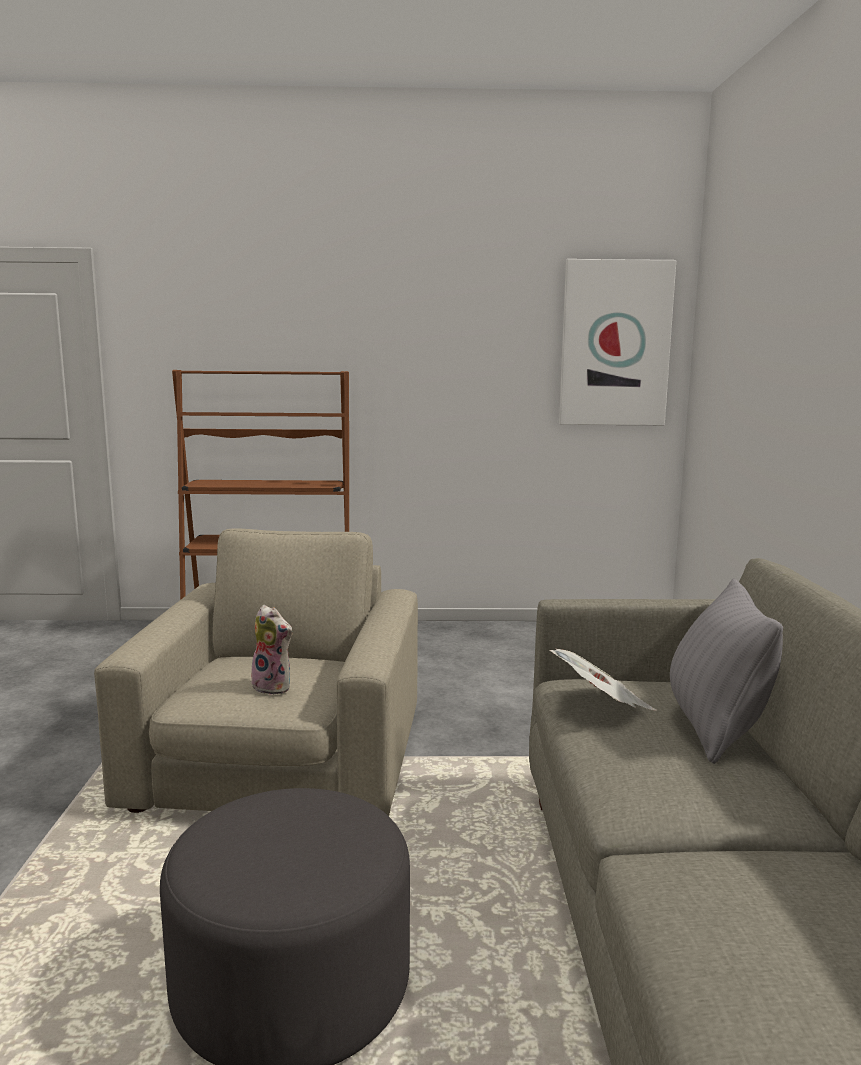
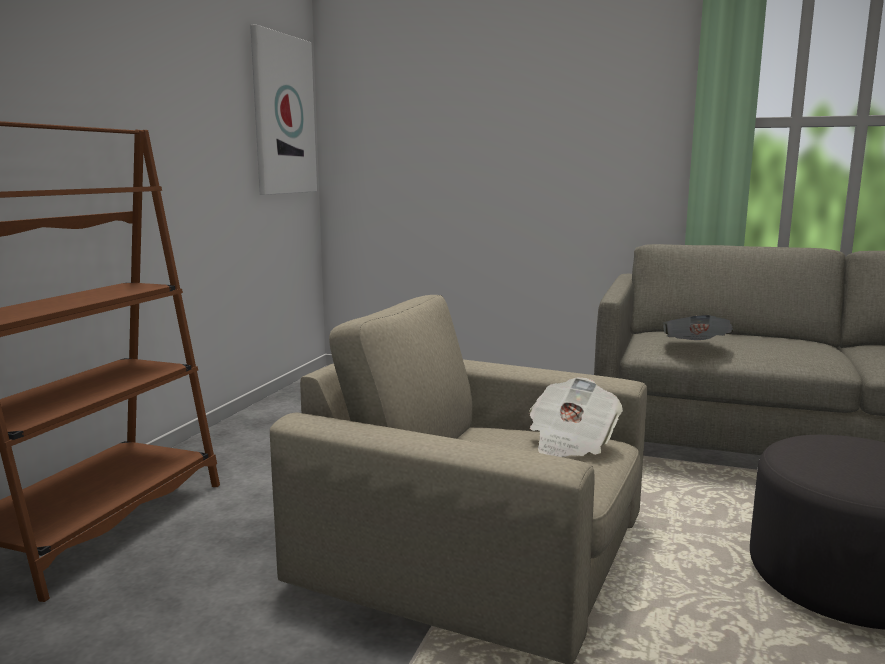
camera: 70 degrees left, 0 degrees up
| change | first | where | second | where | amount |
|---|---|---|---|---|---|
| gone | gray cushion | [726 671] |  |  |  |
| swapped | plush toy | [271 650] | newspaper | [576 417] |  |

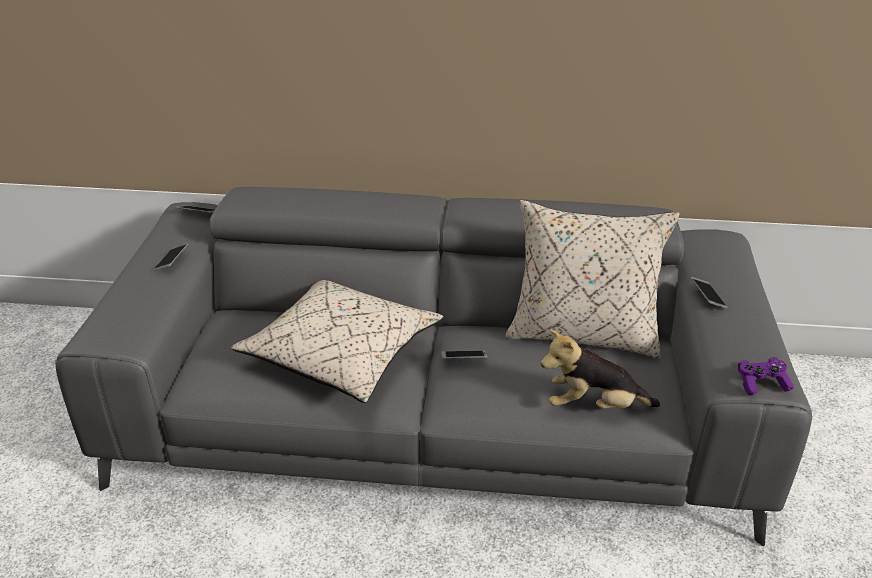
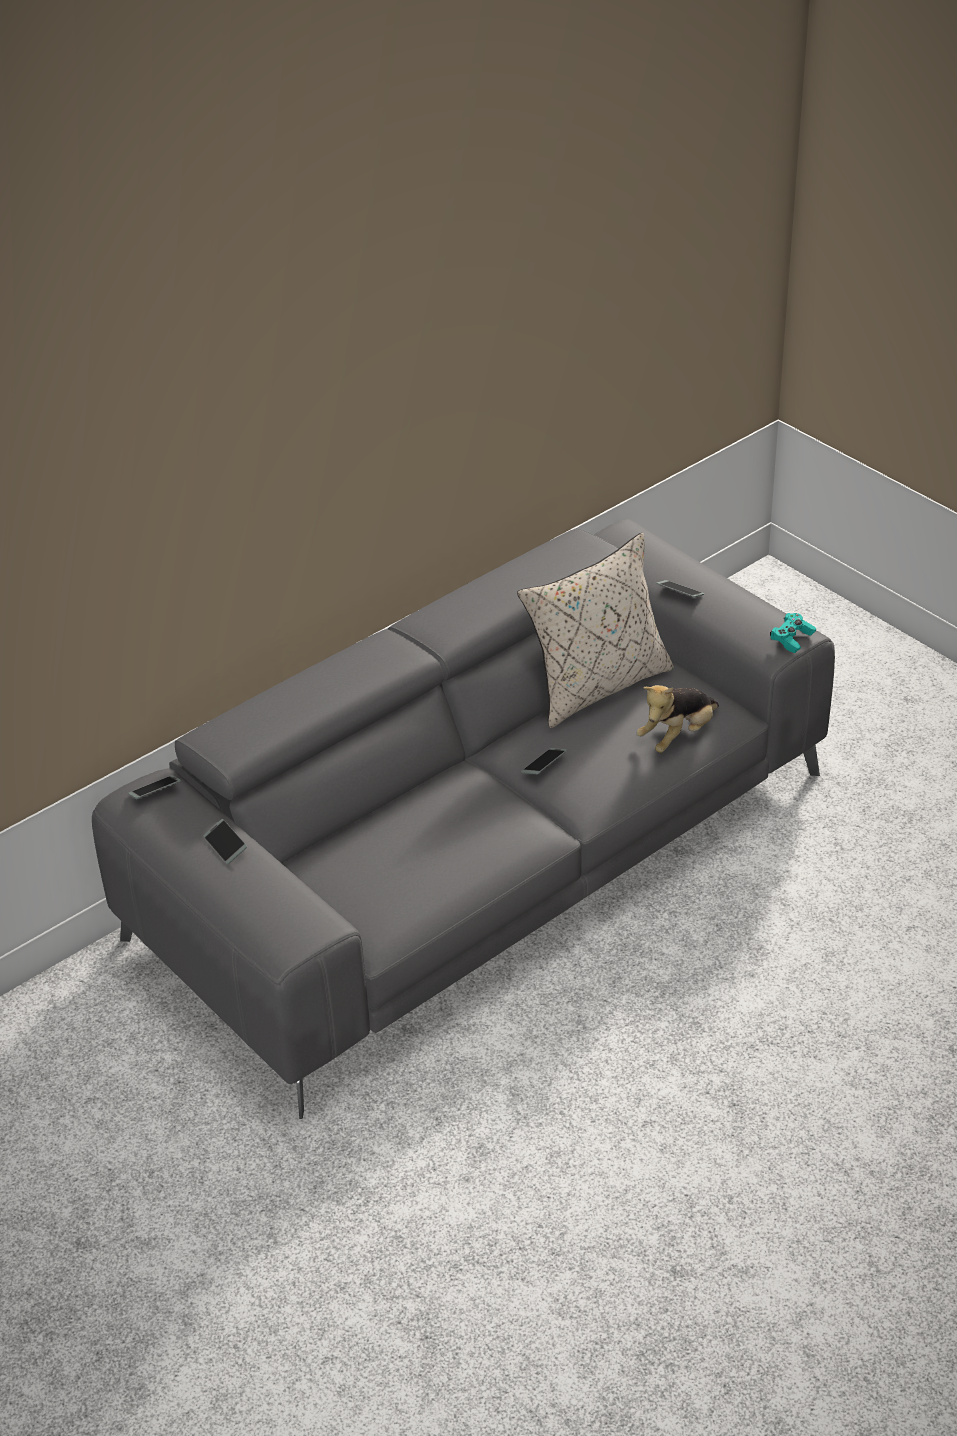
camera: 45 degrees left, 5 degrees up
| change | first | where | second | where | amount |
|---|---|---|---|---|---|
| gone | beige-coloured cushion | [337 341] |  |  |  |
| repainted | purplish gamepad | [766 376] | blue-green gamepad | [793 633] |  |

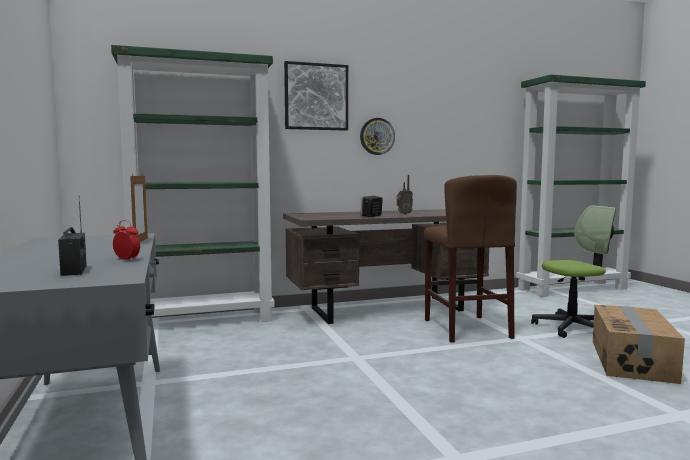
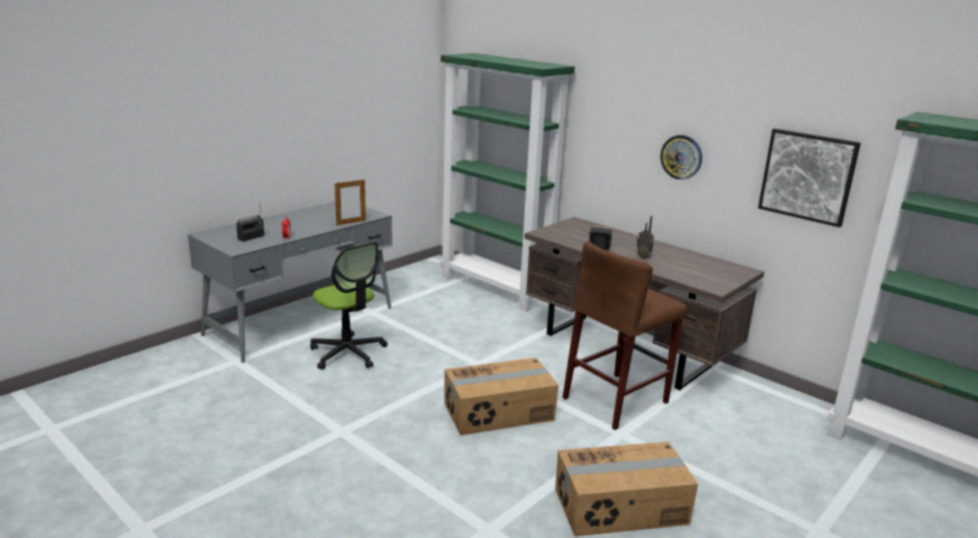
camera: 60 degrees right, 15 degrees up
| change | first | where | second | where | amount |
|---|---|---|---|---|---|
| new |  |  | carton | [501 396] |  |
| shifted | wall art | [316 96] |  | [809 178] |  |
| shifted | desk chair | [573 271] |  | [349 306] |  |

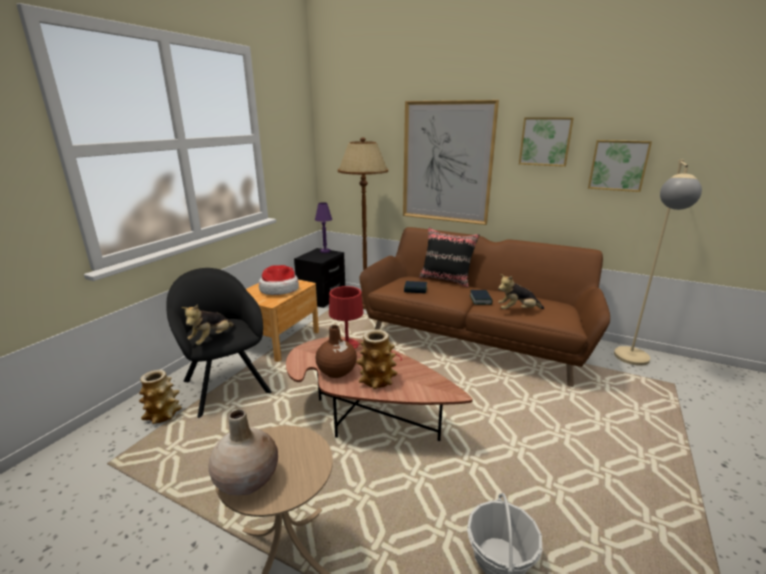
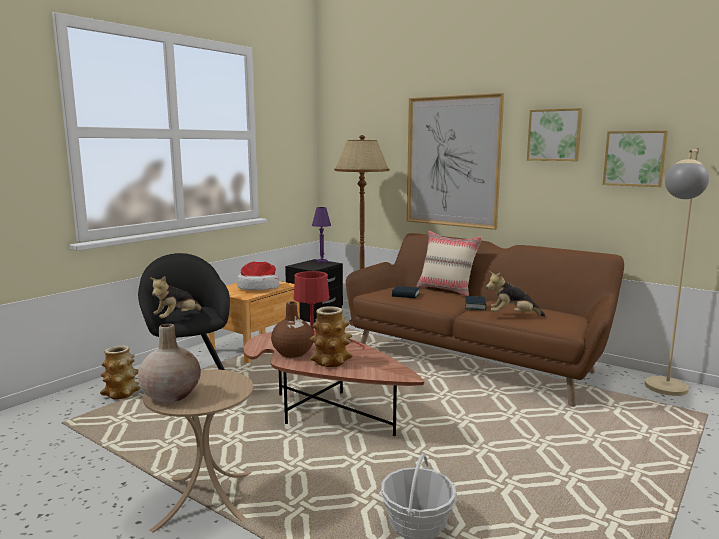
camera: 10 degrees right, 10 degrees down
| change | first | where | second | where | amount |
|---|---|---|---|---|---|
| repainted | blackish cushion | [449 257] | beige-coloured cushion | [449 263] |  |

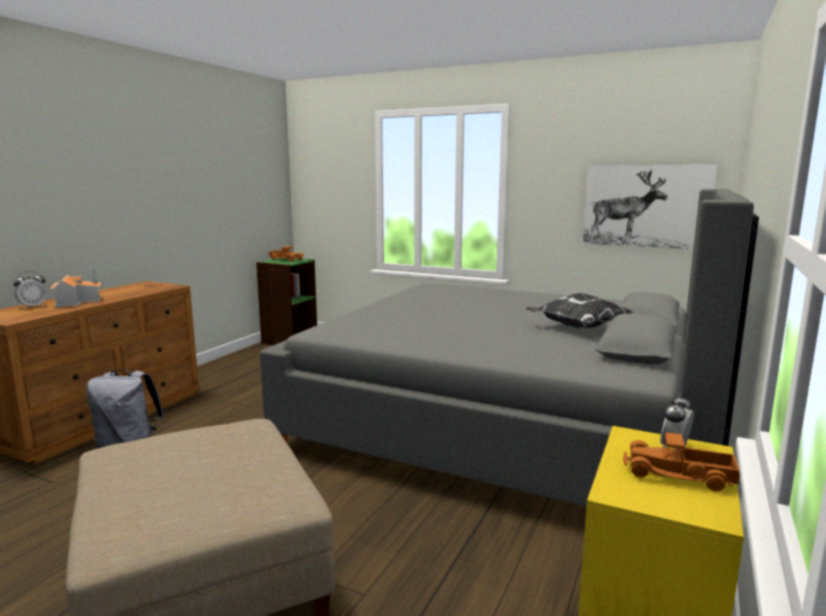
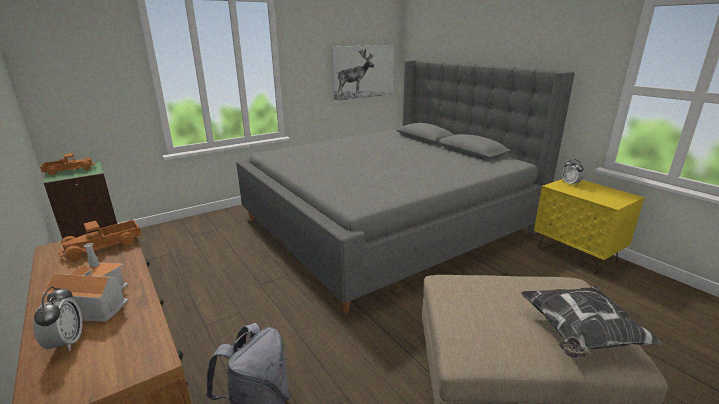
camera: 60 degrees left, 10 degrees up
| change | first | where | second | where | amount |
|---|---|---|---|---|---|
| shifted | cushion | [579 310] |  | [592 322] |  |
| shifted | model truck | [681 461] |  | [99 240] |  |

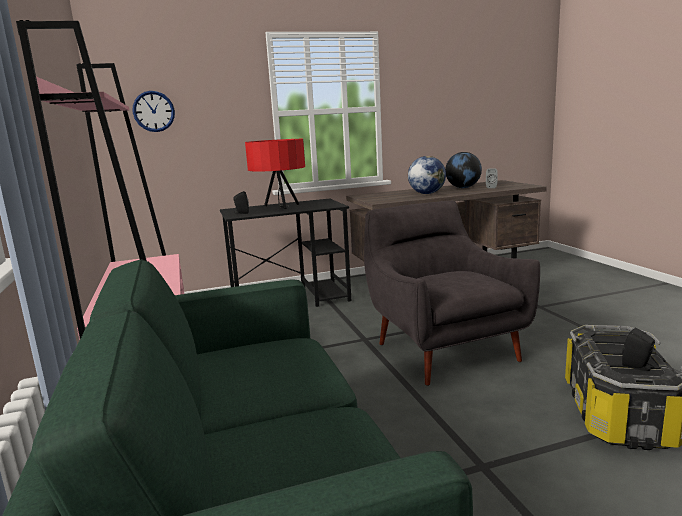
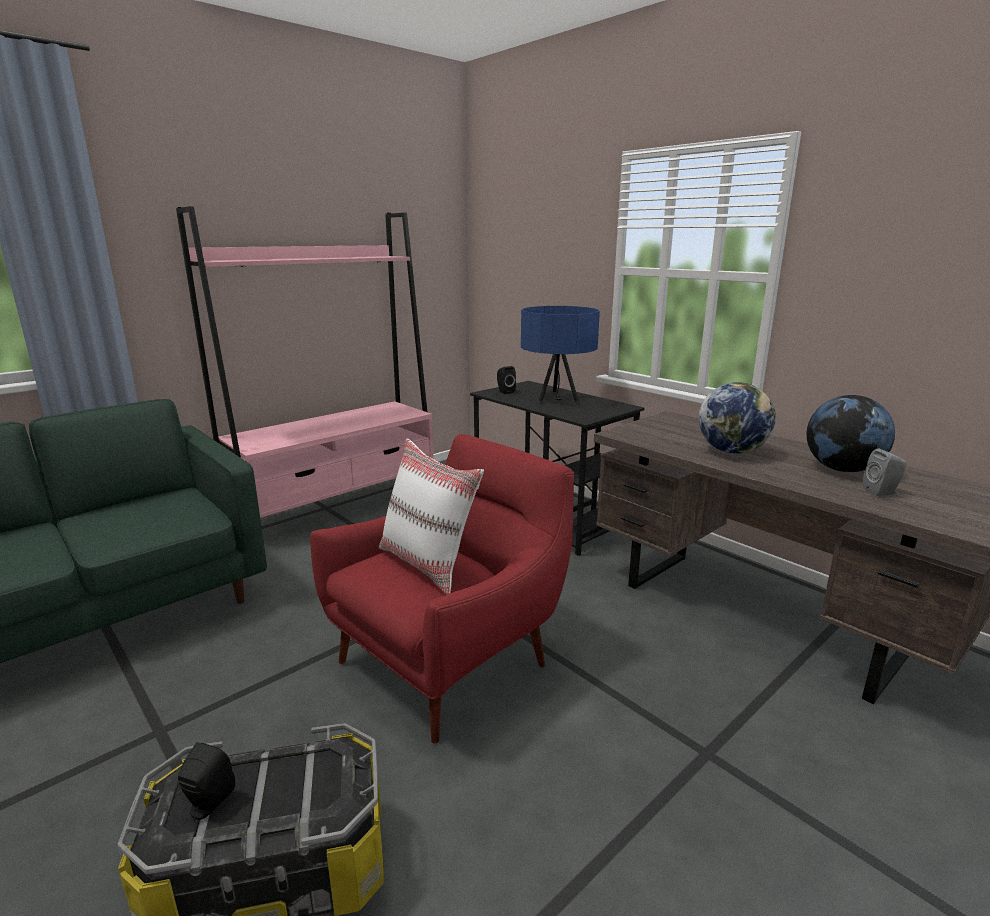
camera: 65 degrees right, 5 degrees up
| change | first | where | second | where | amount |
|---|---|---|---|---|---|
| gone | hanging clock | [154 111] |  |  |  |
| new |  |  | white cushion | [431 517] |  |
| repainted | reddish tabletop lamp | [275 174] | blue tabletop lamp | [560 354] |  |
| repainted | gray easy chair | [452 293] | reddish easy chair | [442 588] |  |

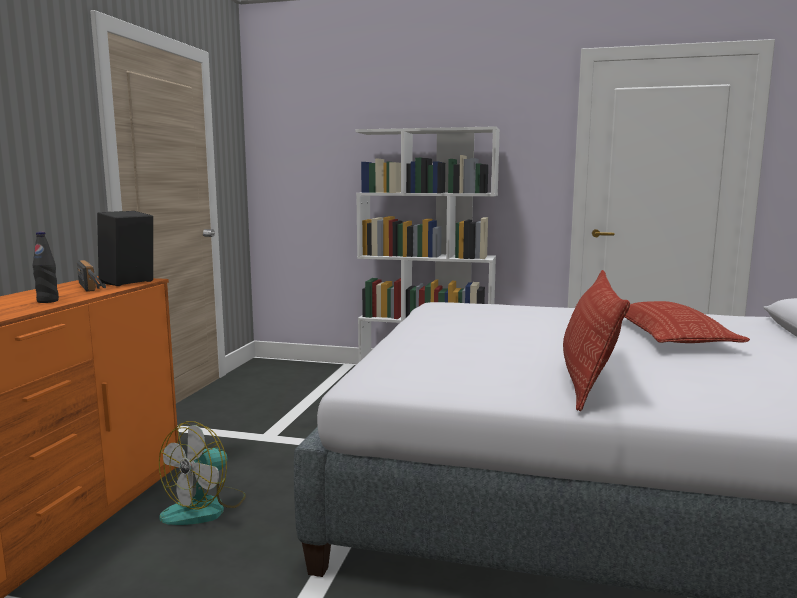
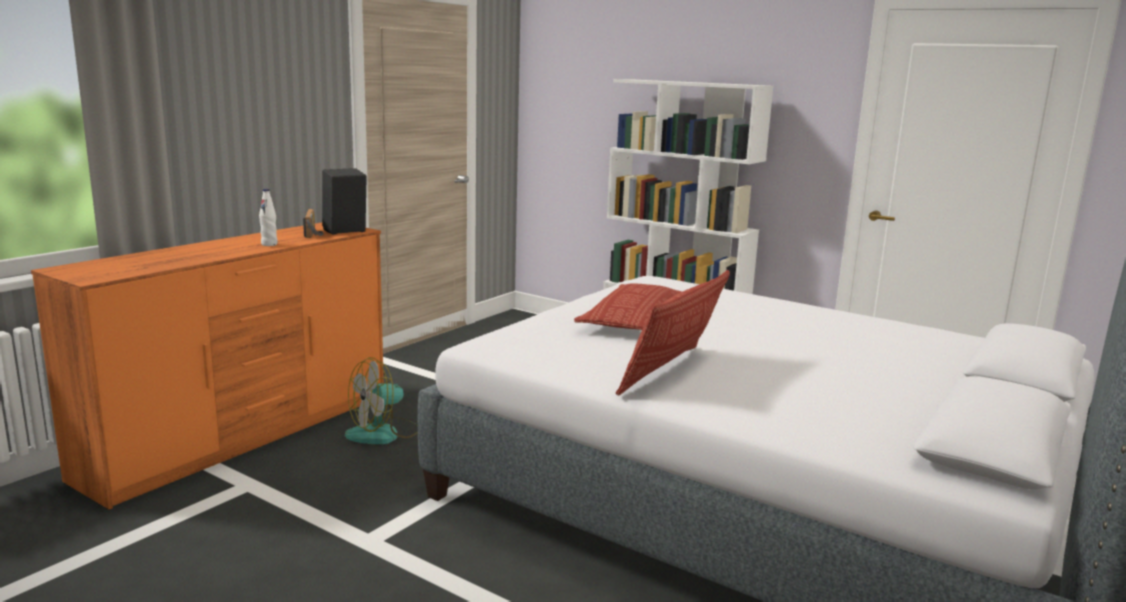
camera: 20 degrees right, 5 degrees up
| change | first | where | second | where | amount |
|---|---|---|---|---|---|
| shifted | cushion | [687 322] |  | [628 306] |  |
| repainted | blackish drink bottle | [46 267] | white drink bottle | [268 217] |  |

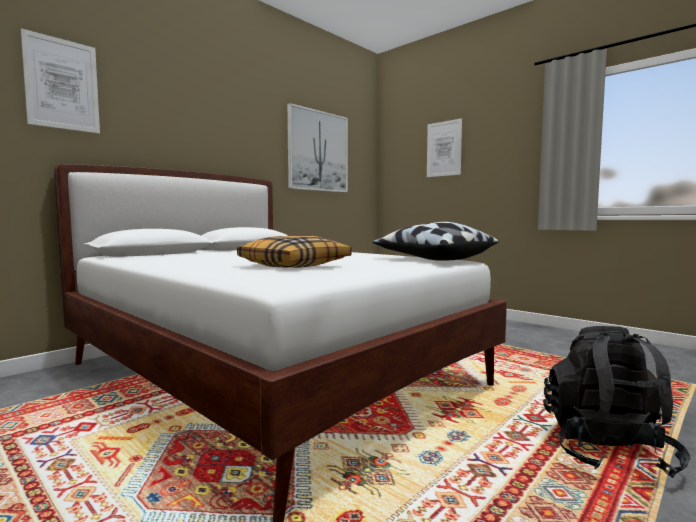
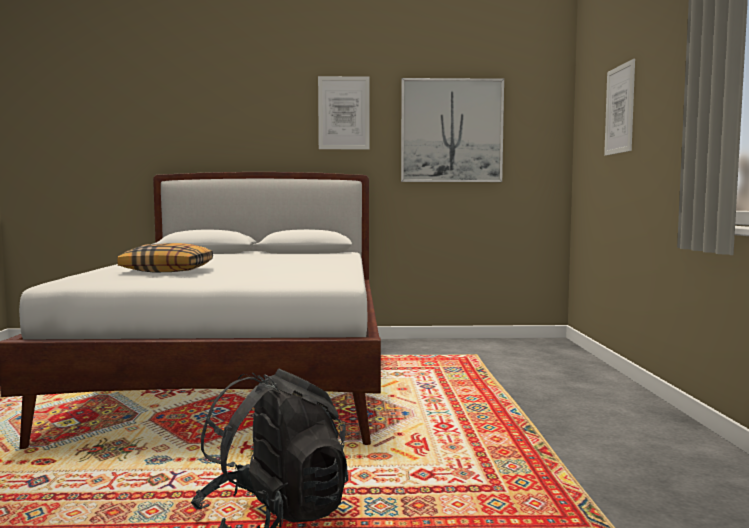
camera: 45 degrees right, 0 degrees up
| change | first | where | second | where | amount |
|---|---|---|---|---|---|
| gone | cushion | [435 241] |  |  |  |
| shifted | wall art | [60 81] |  | [344 112] |  |

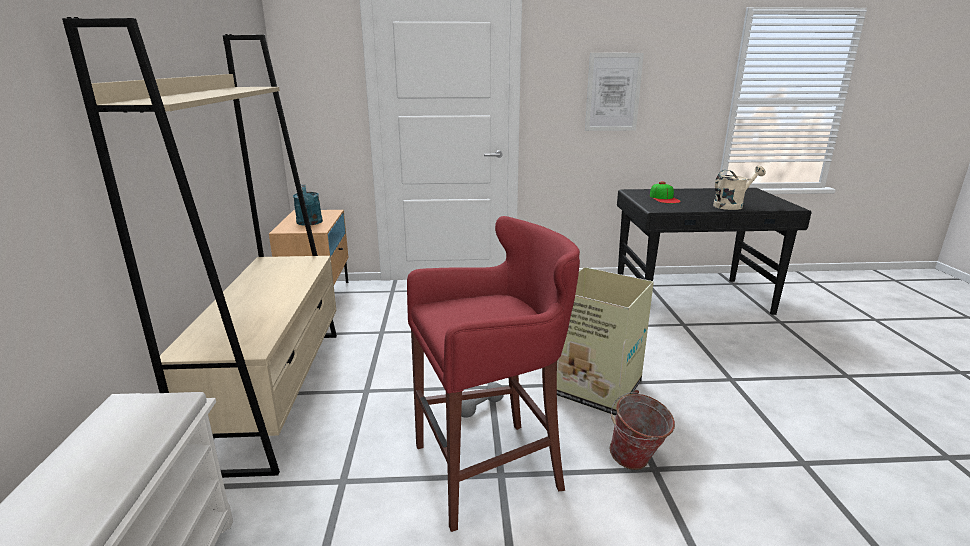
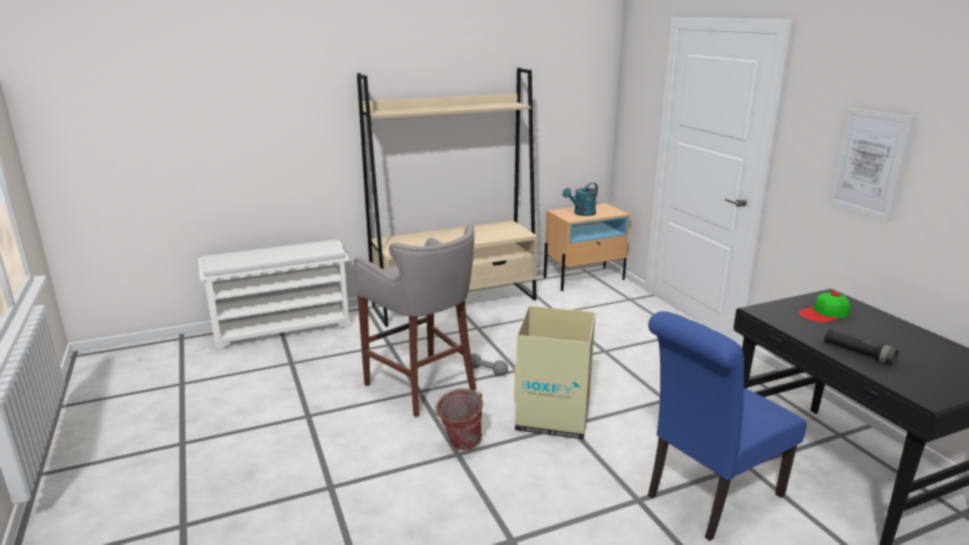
camera: 70 degrees right, 0 degrees up
| change | first | where | second | where | amount |
|---|---|---|---|---|---|
| new |  |  | blue upright chair | [727 426] |  |
| swapped | beige-coloured sprinkling can | [739 188] | blackish flashlight | [861 347] |  |
| repainted | reddish stool | [493 374] | gray stool | [415 320] |  |

